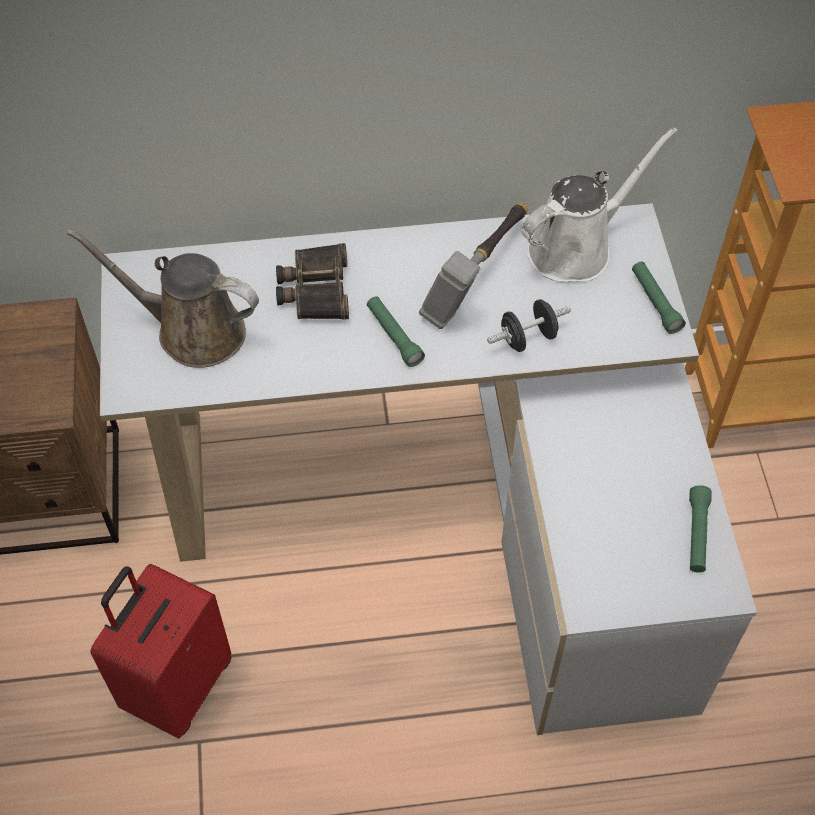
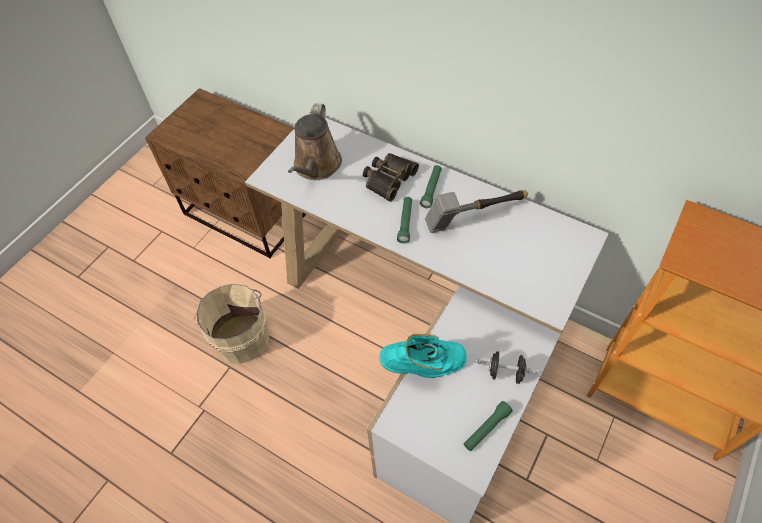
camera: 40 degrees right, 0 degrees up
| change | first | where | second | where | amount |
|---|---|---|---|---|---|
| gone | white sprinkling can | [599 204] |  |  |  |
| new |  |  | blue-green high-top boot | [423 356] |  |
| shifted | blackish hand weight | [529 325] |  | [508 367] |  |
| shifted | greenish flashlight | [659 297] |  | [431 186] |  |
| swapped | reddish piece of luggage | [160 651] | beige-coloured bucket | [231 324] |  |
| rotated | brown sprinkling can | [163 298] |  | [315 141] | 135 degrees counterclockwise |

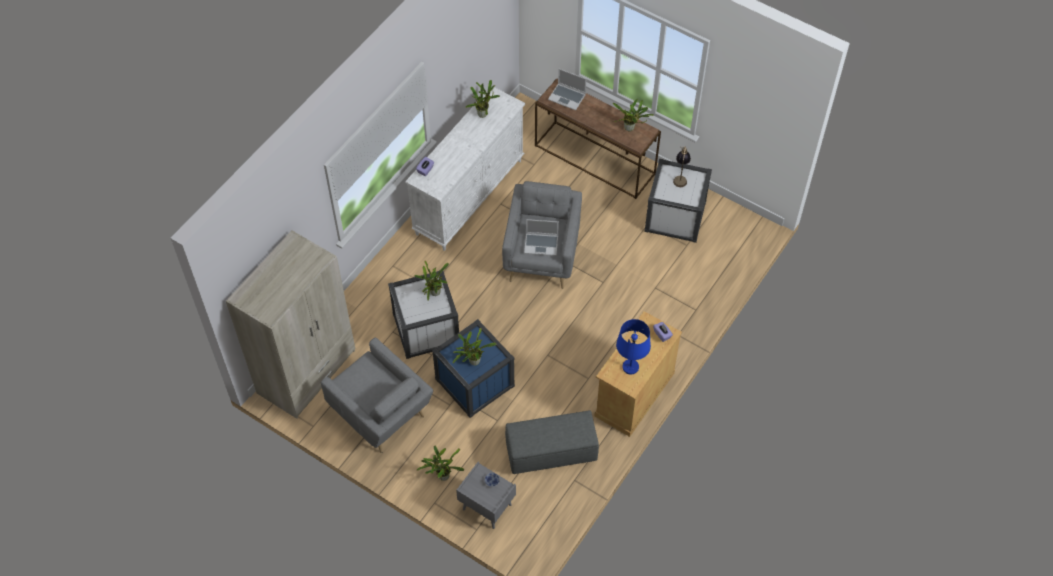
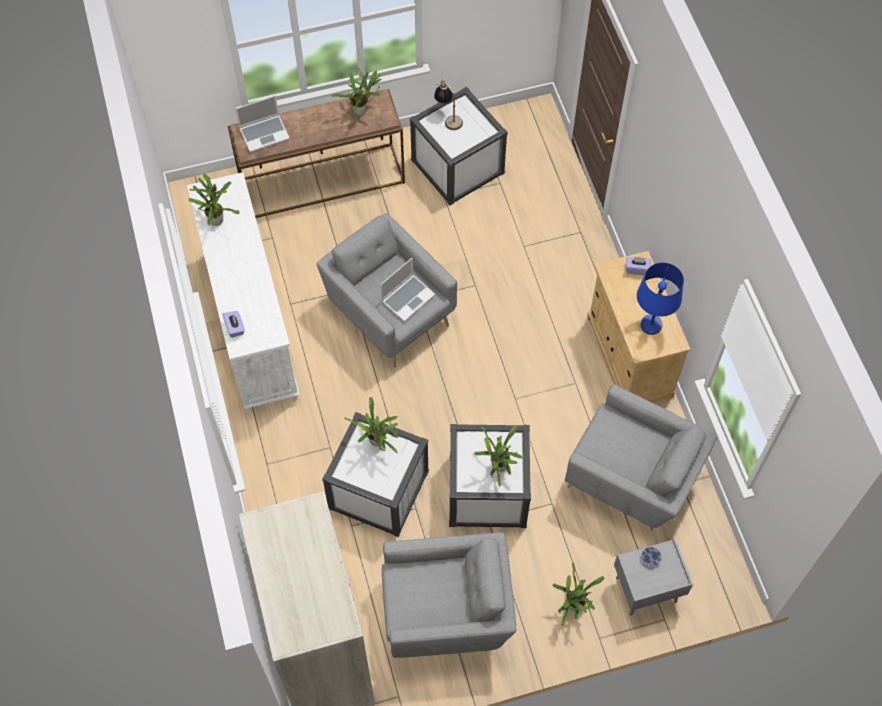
camera: 50 degrees left, 5 degrees up
| change | first | where | second | where | amount |
|---|---|---|---|---|---|
| swapped | gray pouffe | [552 442] | gray easy chair | [641 457] |  |
| repainted | blue storage box | [473 368] | white storage box | [490 476] |  |

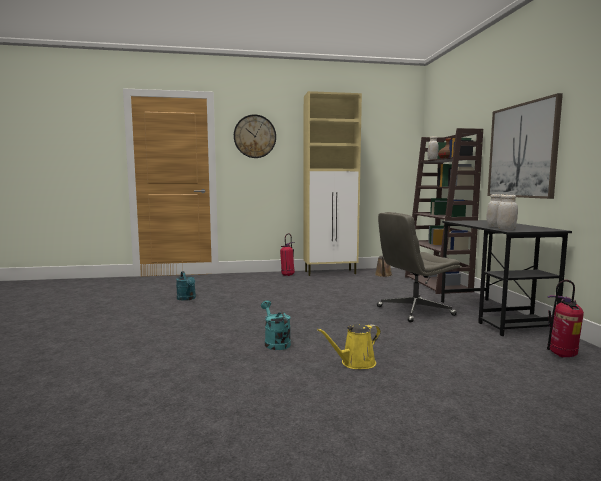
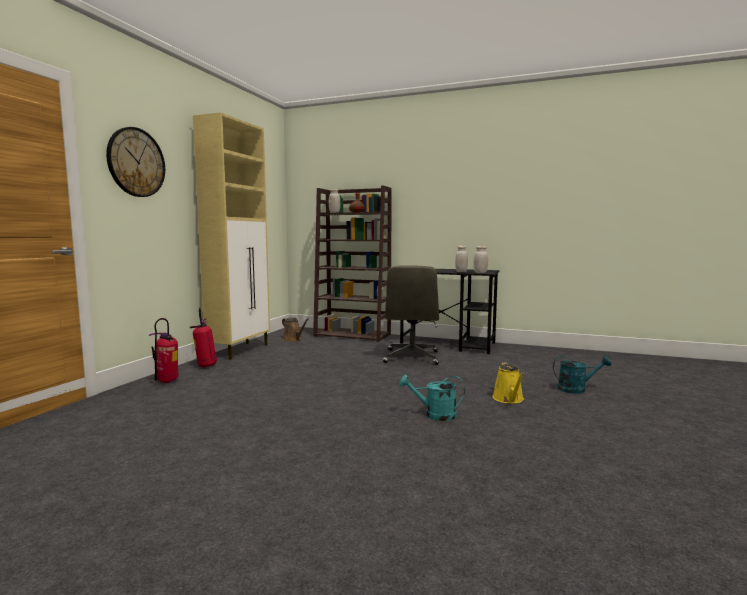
camera: 60 degrees left, 0 degrees up
| change | first | where | second | where | amount |
|---|---|---|---|---|---|
| gone | wall art | [525 146] |  |  |  |
| shifted | blue-green sprinkling can | [186 286] |  | [582 374] |  |
| shifted | fire-fighting cylinder | [565 318] |  | [163 350] |  |

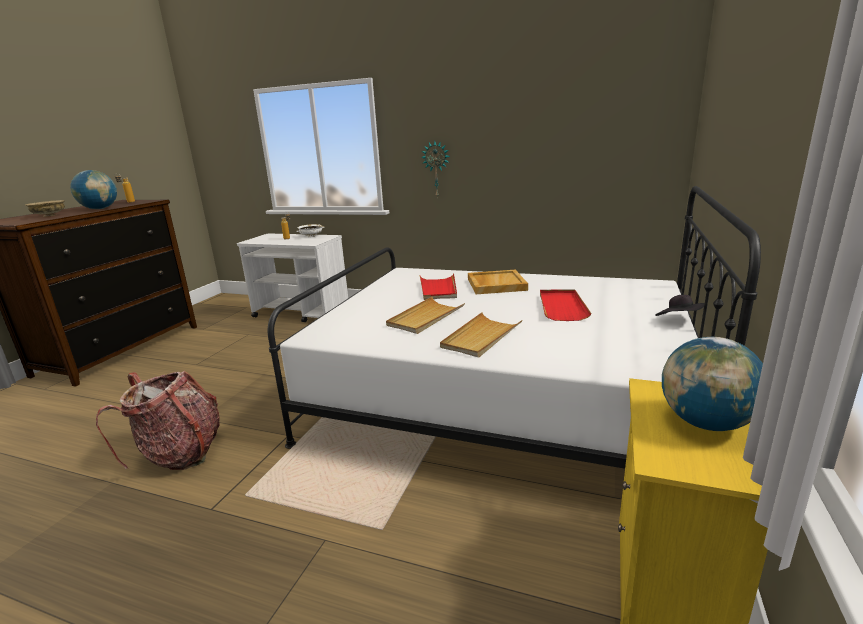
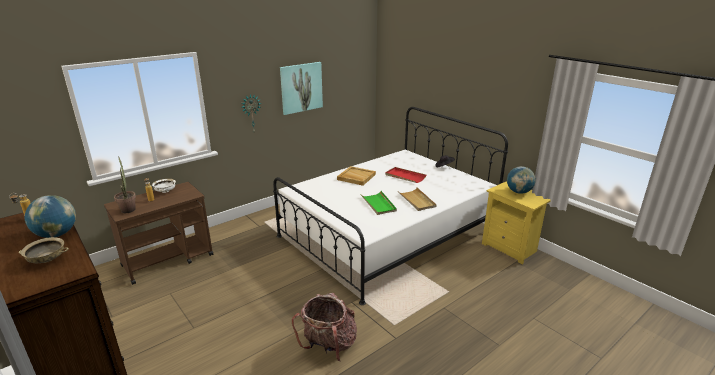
camera: 60 degrees left, 5 degrees up
| change | first | where | second | where | amount |
|---|---|---|---|---|---|
| gone | reddish carrying tray | [438 286] |  |  |  |
| new |  |  | plant in a pot | [125 184] |  |
| new |  |  | wall art | [301 88] |  |
| repainted | white trolley | [292 277] | brown trolley | [158 233] |  |
| repainted | beige-coloured carrying tray | [425 315] | greenish carrying tray | [379 203] |  |

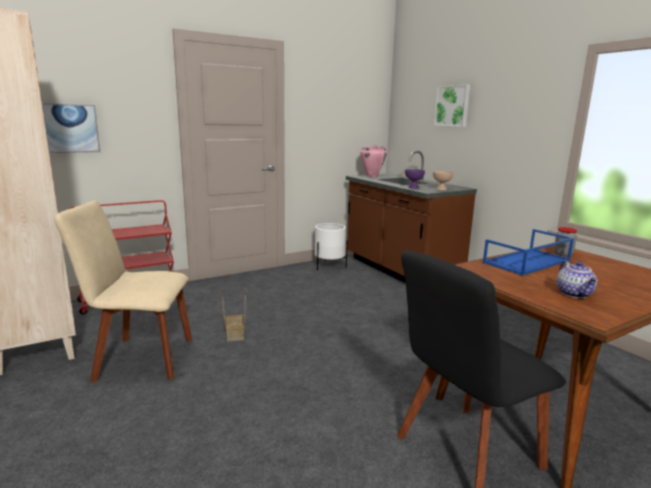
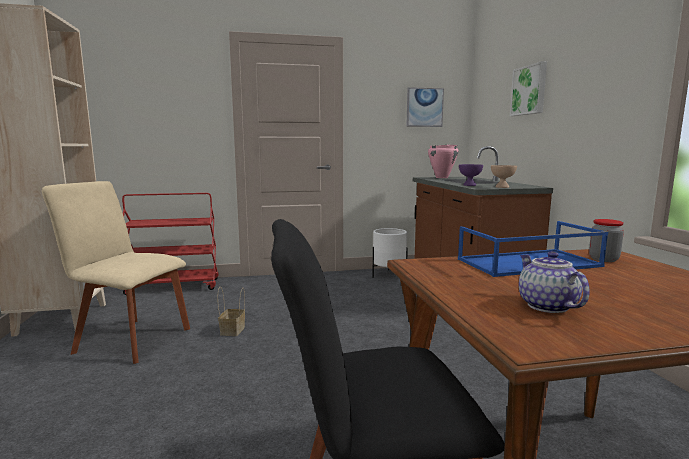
camera: 20 degrees right, 5 degrees down
| change | first | where | second | where | amount |
|---|---|---|---|---|---|
| shifted | wall art | [71 128] |  | [425 107] |  |
| rotated | tea pot | [577 279] |  | [554 282] | 150 degrees clockwise |

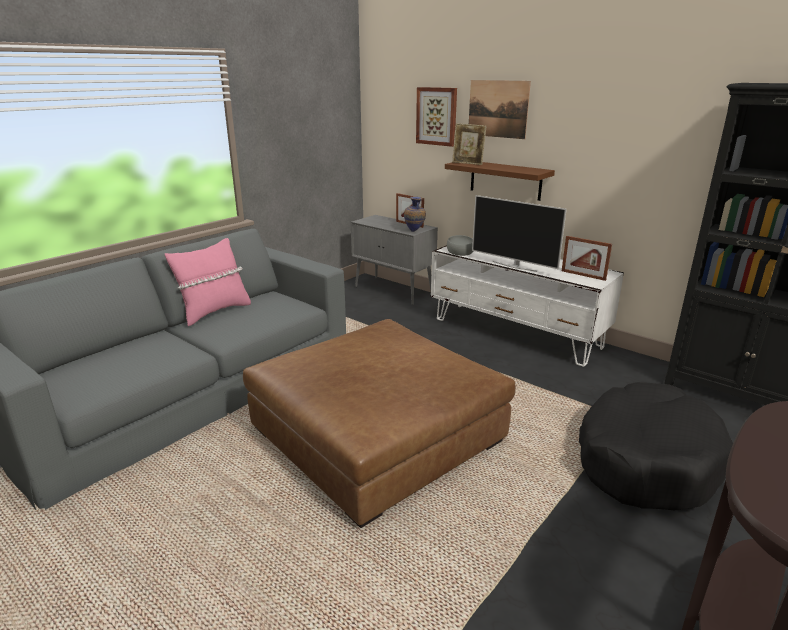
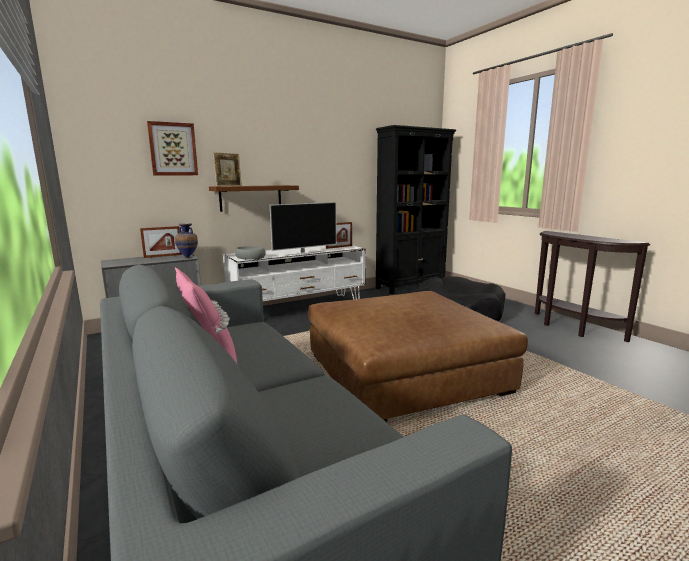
camera: 70 degrees left, 10 degrees down
| change | first | where | second | where | amount |
|---|---|---|---|---|---|
| gone | wall art | [500 109] |  |  |  |

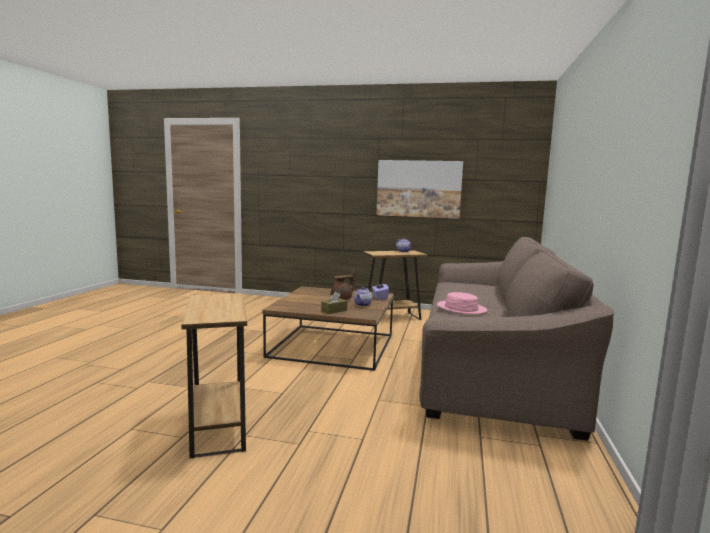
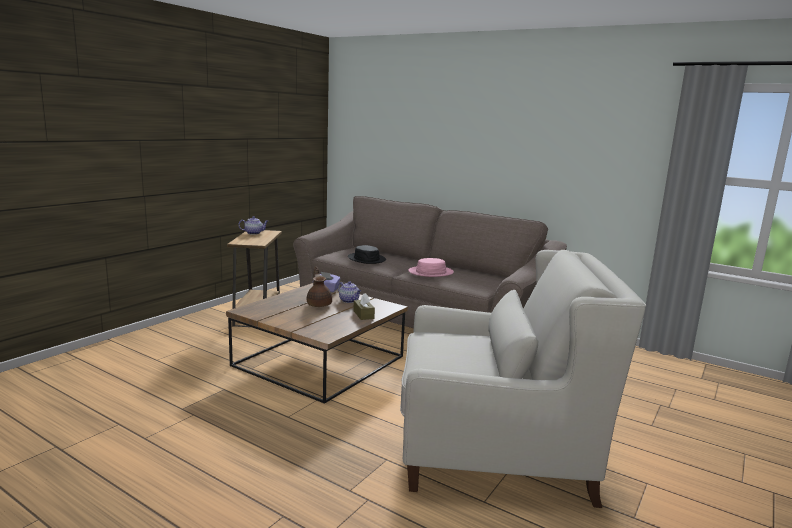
camera: 70 degrees left, 5 degrees up
| change | first | where | second | where | amount |
|---|---|---|---|---|---|
| gone | wall art | [419 189] |  |  |  |
| new |  |  | blackish clothing hat | [367 254] |  |
| swapped | brown end table | [214 376] | white easy chair | [523 379] |  |

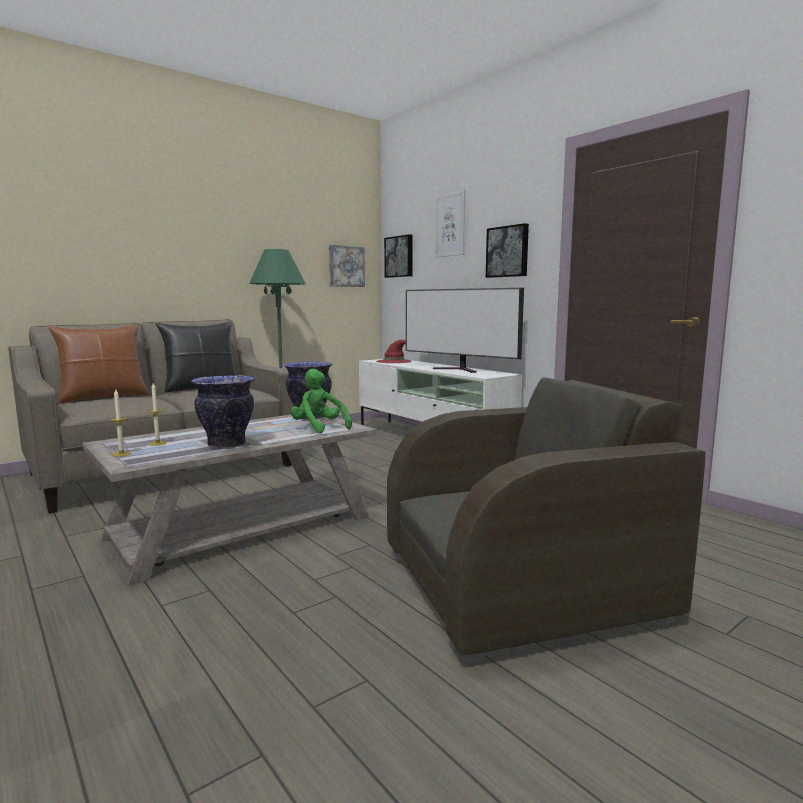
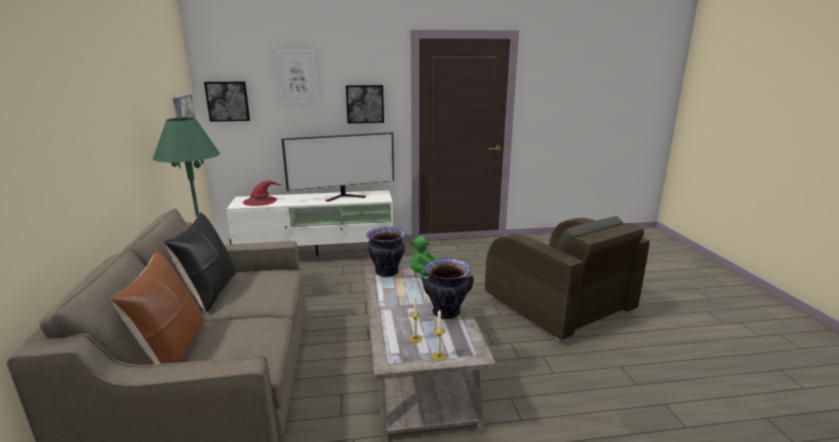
camera: 60 degrees left, 10 degrees up
| change | first | where | second | where | amount |
|---|---|---|---|---|---|
| rotated | brown easy chair | [546 520] |  | [567 279] | 135 degrees clockwise |

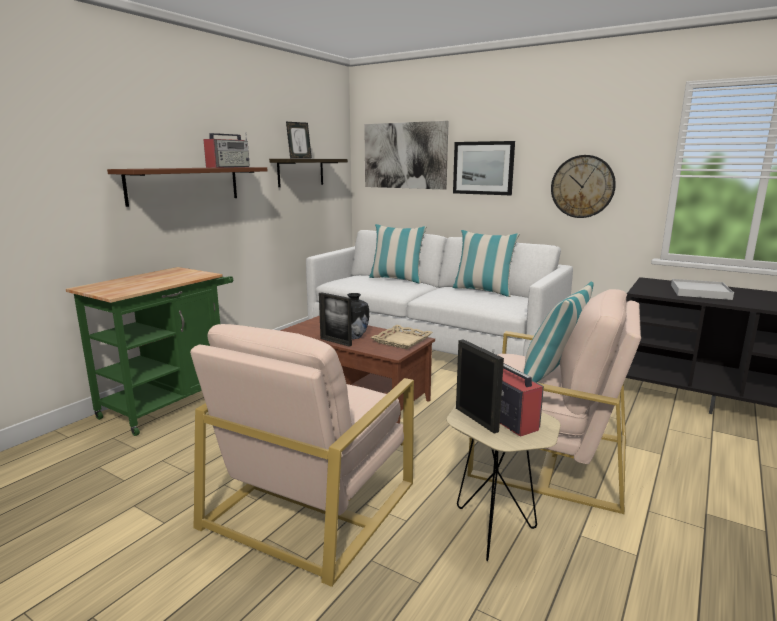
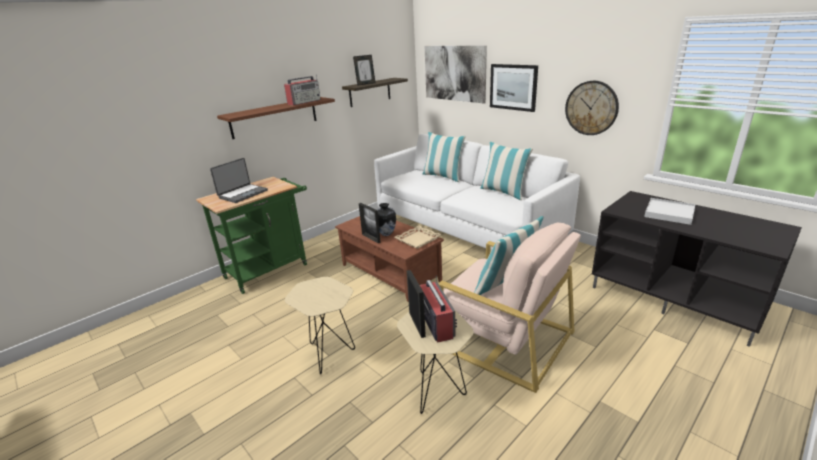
camera: 15 degrees right, 10 degrees up
| change | first | where | second | where | amount |
|---|---|---|---|---|---|
| new |  |  | notebook computer | [239 180] |  |
| swapped | beige-coloured easy chair | [302 455] | beige-coloured end table | [320 325] |  |

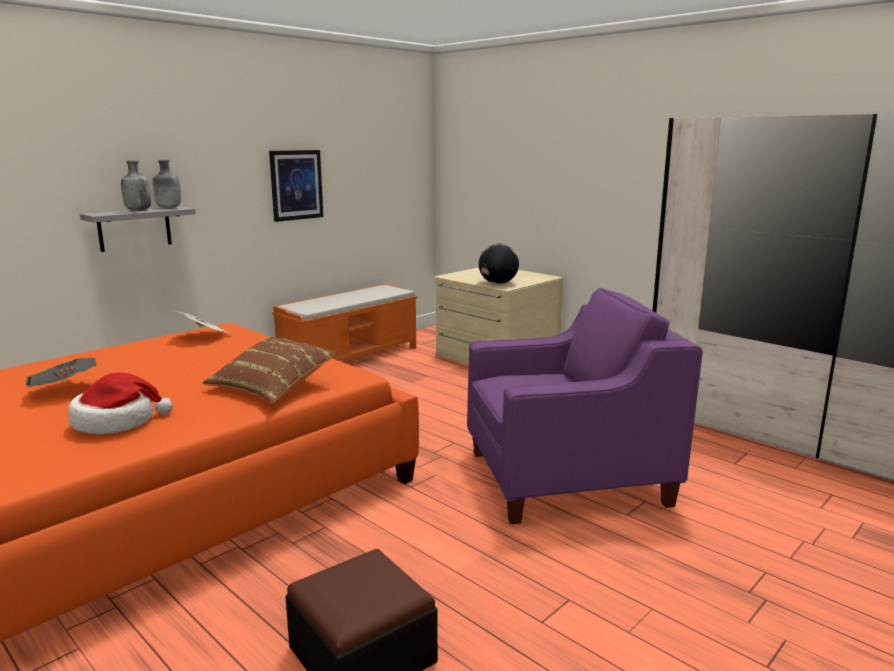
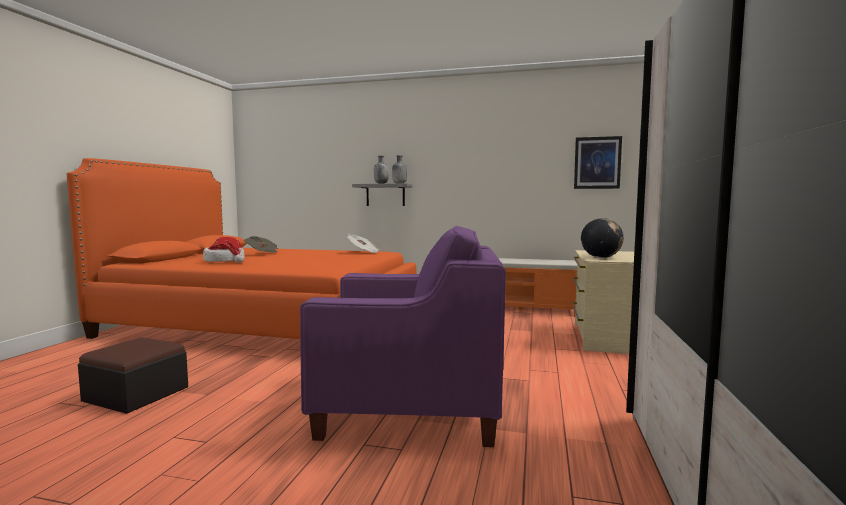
camera: 60 degrees right, 10 degrees down
| change | first | where | second | where | amount |
|---|---|---|---|---|---|
| gone | brown cushion | [269 370] |  |  |  |
| shifted | wall art | [296 186] |  | [598 162] |  |
| rotated | purplish easy chair | [585 406] |  | [403 336] | 45 degrees counterclockwise |

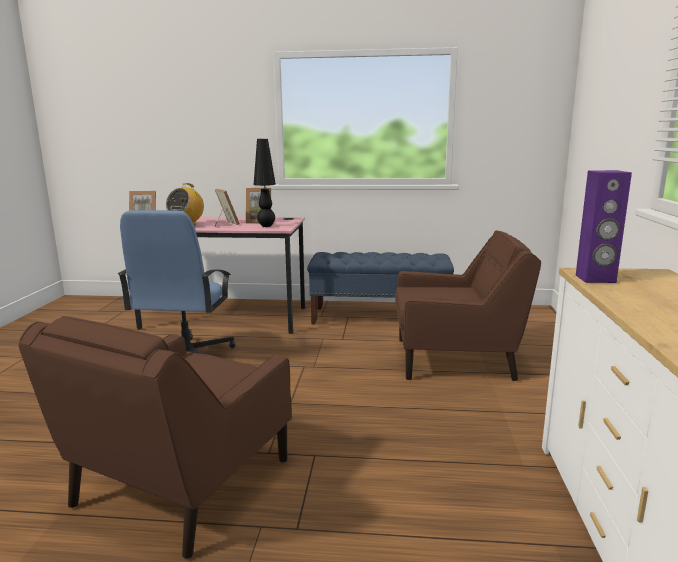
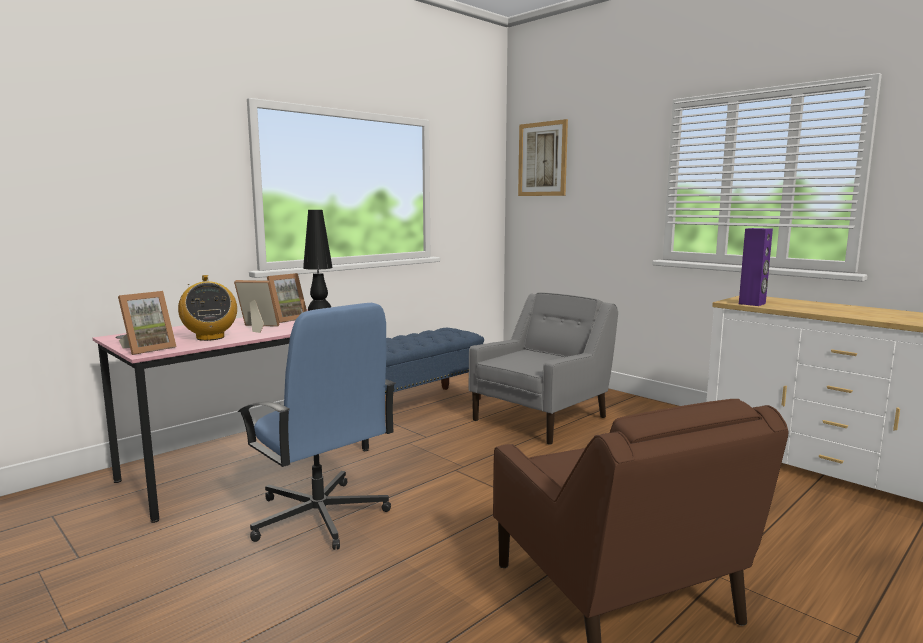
camera: 50 degrees left, 5 degrees down
| change | first | where | second | where | amount |
|---|---|---|---|---|---|
| new |  |  | wall art | [543 157] |  |
| repainted | brown easy chair | [468 305] | gray easy chair | [543 368] |  |

